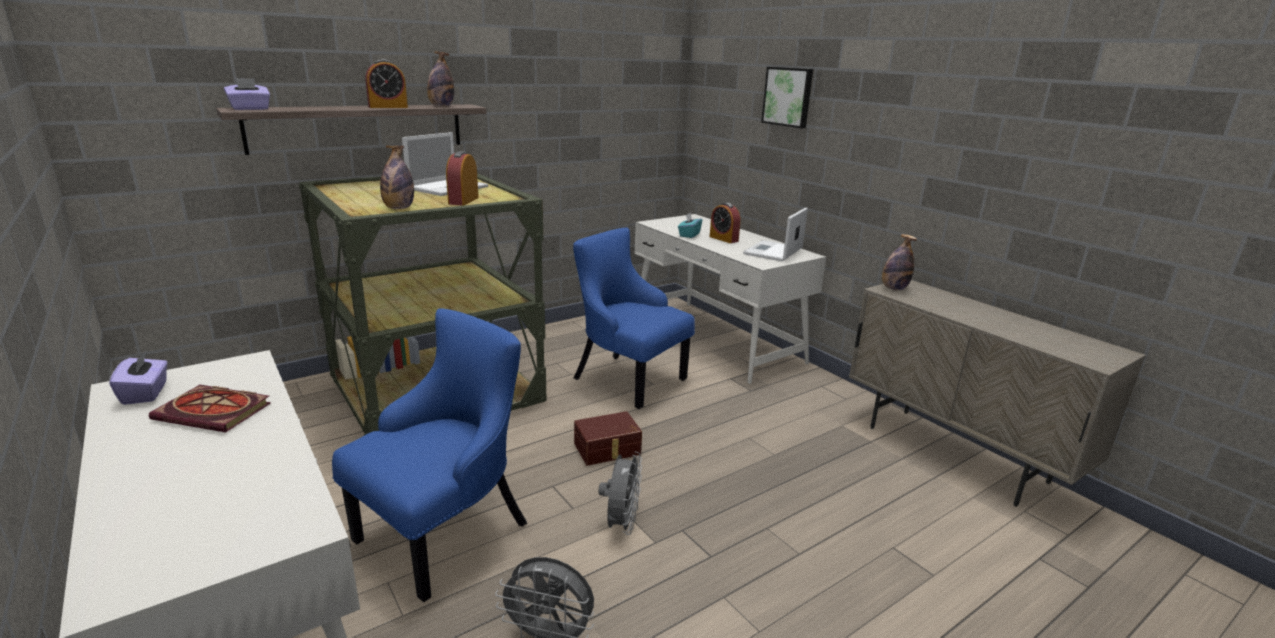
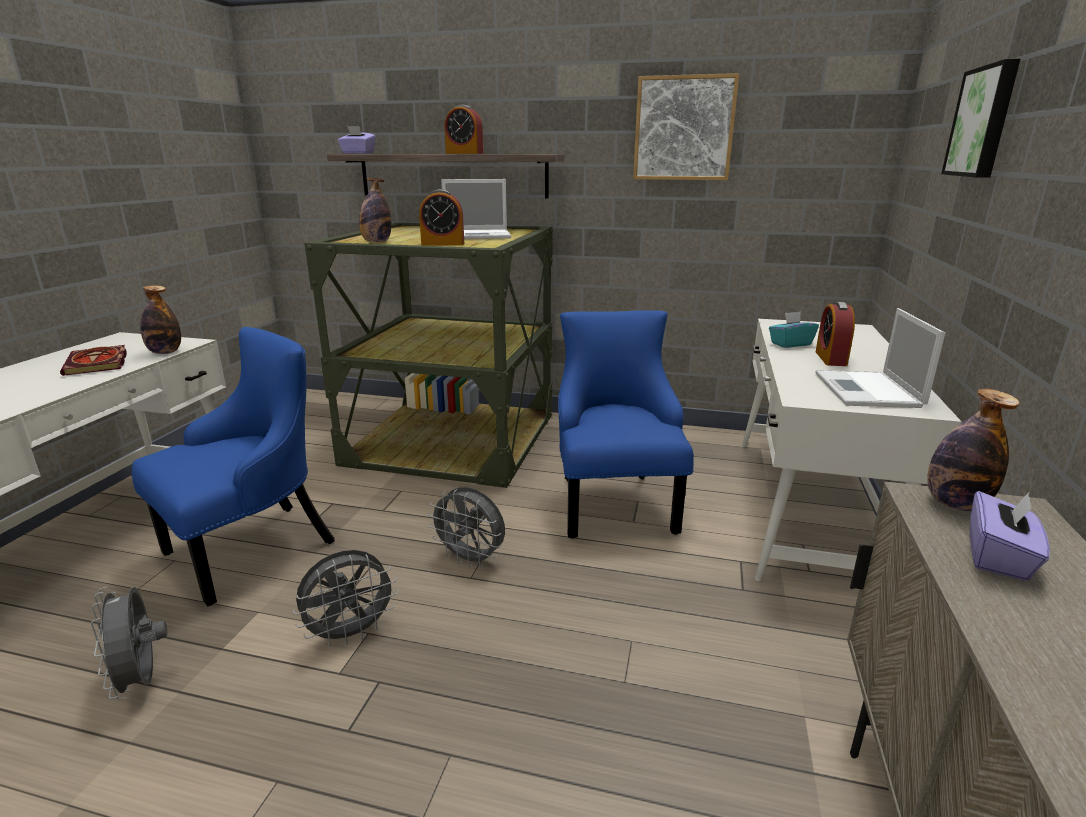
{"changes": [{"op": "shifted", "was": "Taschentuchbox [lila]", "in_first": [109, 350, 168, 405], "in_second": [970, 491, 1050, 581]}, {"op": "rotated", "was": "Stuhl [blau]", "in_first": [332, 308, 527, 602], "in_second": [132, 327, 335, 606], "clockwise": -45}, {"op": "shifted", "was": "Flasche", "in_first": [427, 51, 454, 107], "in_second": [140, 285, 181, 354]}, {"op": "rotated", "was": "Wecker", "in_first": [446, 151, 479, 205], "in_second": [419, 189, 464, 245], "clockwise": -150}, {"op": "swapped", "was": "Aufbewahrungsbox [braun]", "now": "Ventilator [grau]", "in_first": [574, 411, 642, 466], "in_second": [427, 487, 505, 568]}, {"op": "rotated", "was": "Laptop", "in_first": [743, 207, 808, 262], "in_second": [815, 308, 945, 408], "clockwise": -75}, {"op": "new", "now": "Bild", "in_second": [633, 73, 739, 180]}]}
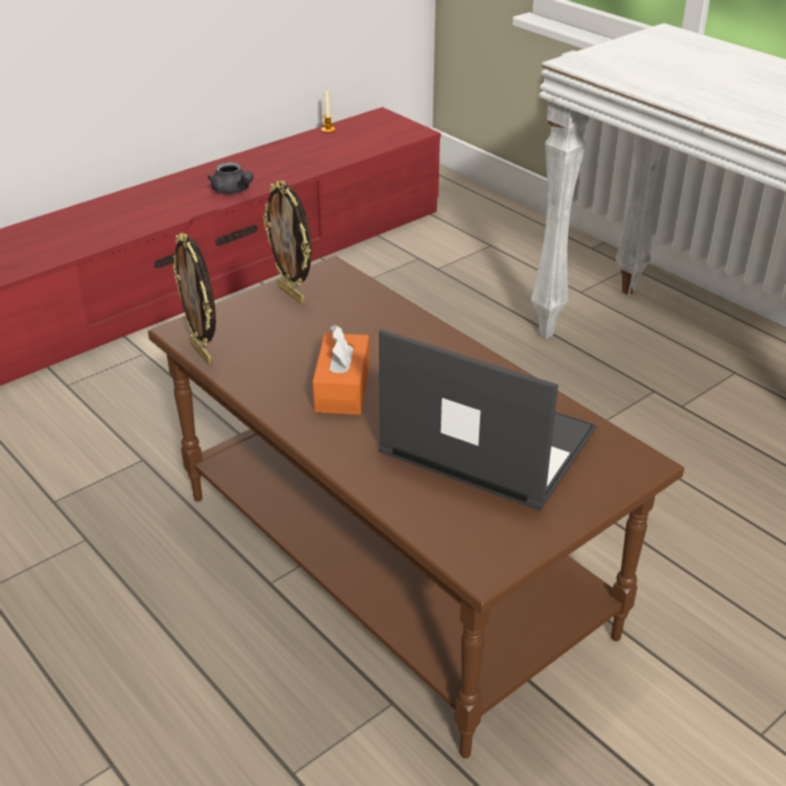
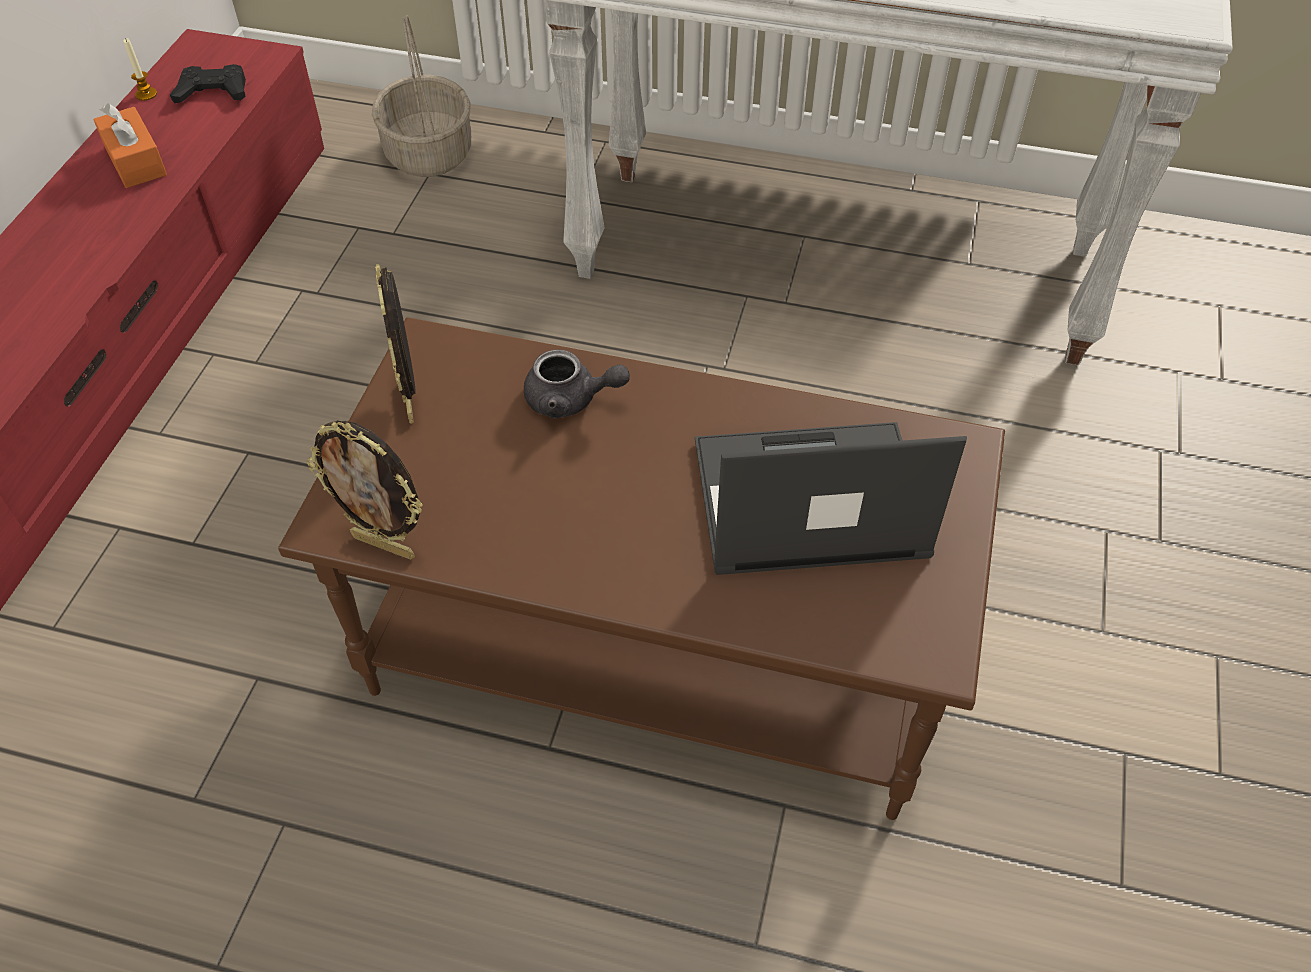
{"changes": [{"op": "shifted", "was": "Teekanne [grau]", "in_first": [208, 162, 253, 194], "in_second": [524, 350, 630, 418]}, {"op": "rotated", "was": "Bilderrahmen", "in_first": [263, 180, 312, 304], "in_second": [375, 264, 416, 424], "clockwise": 60}, {"op": "shifted", "was": "Taschentuchbox [orange]", "in_first": [313, 325, 370, 415], "in_second": [93, 103, 167, 188]}, {"op": "new", "now": "Gamepad [schwarz]", "in_second": [170, 64, 246, 103]}, {"op": "new", "now": "Korb", "in_second": [372, 15, 471, 177]}]}
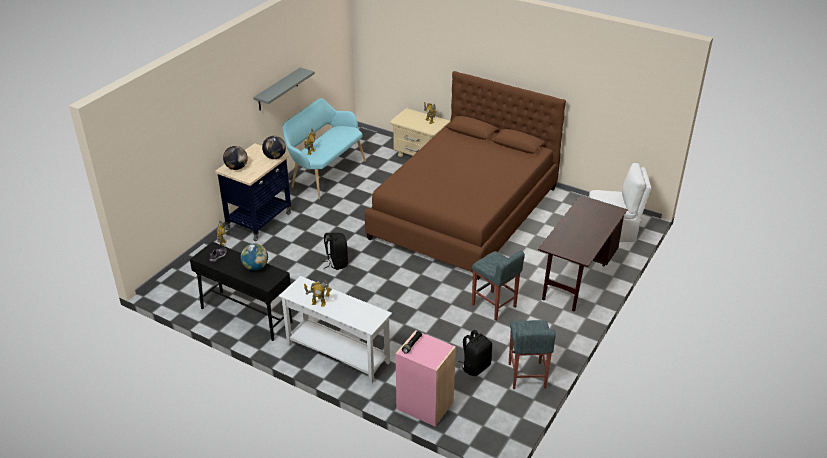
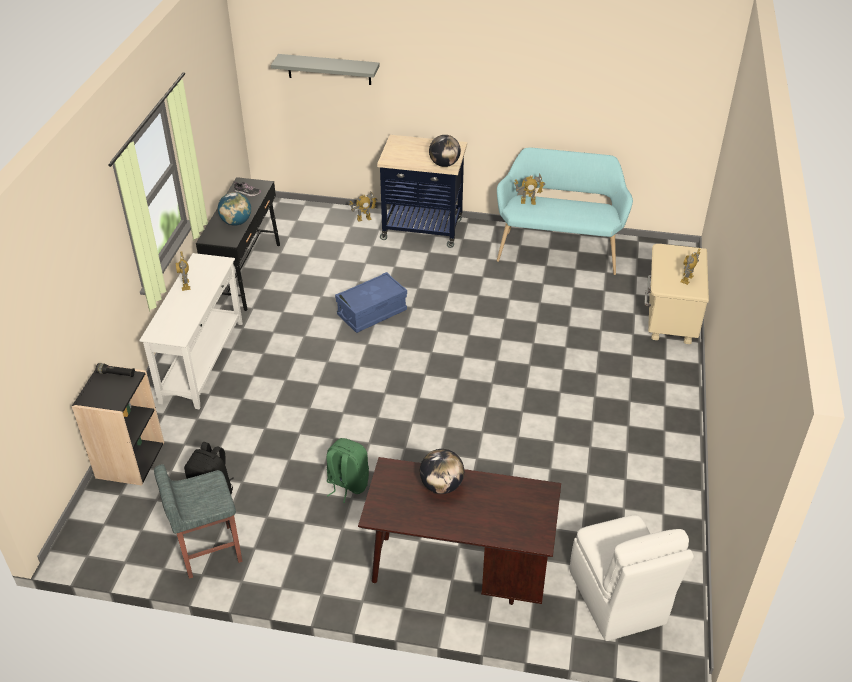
{"changes": [{"op": "shifted", "was": "Globus", "in_first": [223, 146, 248, 170], "in_second": [420, 449, 464, 494]}, {"op": "shifted", "was": "Wandregal [grau]", "in_first": [253, 68, 315, 111], "in_second": [271, 54, 380, 85]}, {"op": "swapped", "was": "Rucksack [schwarz]", "now": "Aufbewahrungsbox [blau]", "in_first": [321, 233, 348, 270], "in_second": [335, 272, 407, 333]}, {"op": "gone", "was": "Bett [braun]", "in_first": [365, 71, 566, 280]}, {"op": "repainted", "was": "Bücherregal [rosa]", "now": "Bücherregal [schwarz]", "in_first": [396, 330, 456, 427], "in_second": [72, 366, 164, 486]}, {"op": "swapped", "was": "Hocker [grau]", "now": "Rucksack [grün]", "in_first": [472, 251, 525, 321], "in_second": [327, 438, 369, 503]}]}
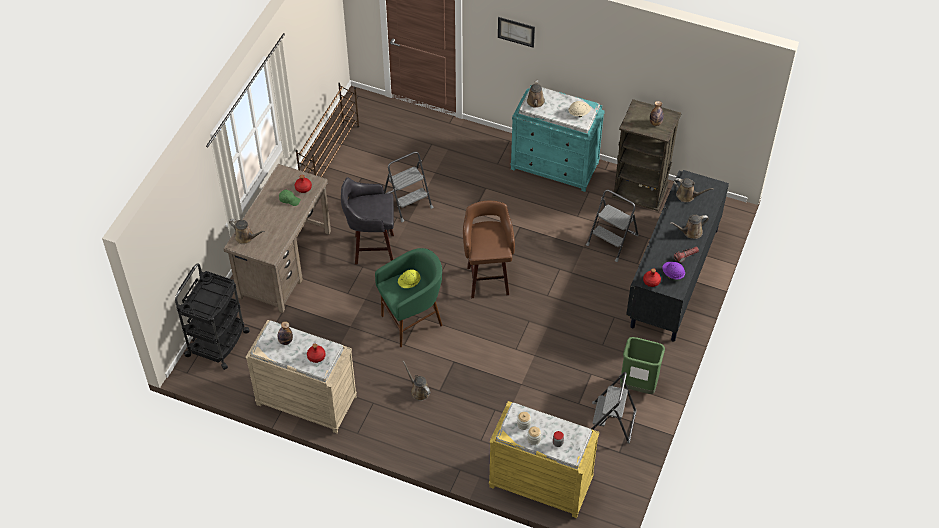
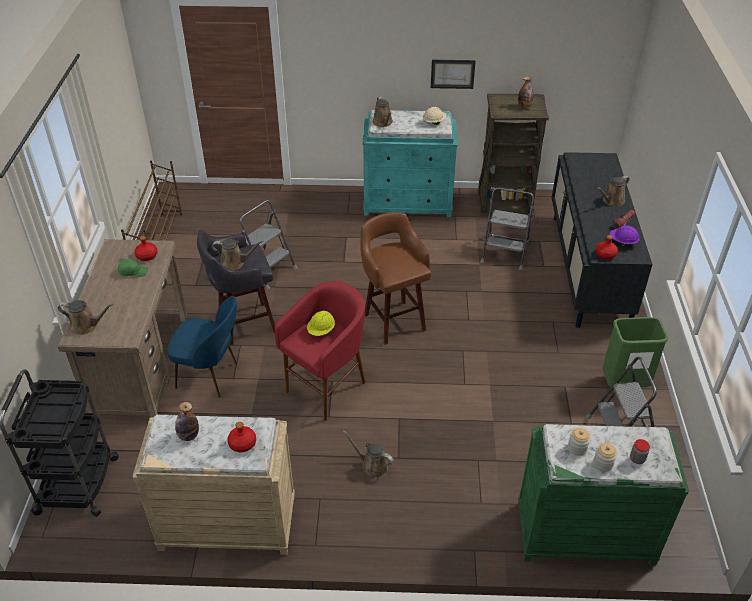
{"changes": [{"op": "repainted", "was": "Hocker [grün]", "now": "Hocker [rot]", "in_first": [375, 248, 442, 347], "in_second": [274, 281, 365, 421]}, {"op": "repainted", "was": "Kommode [gelb]", "now": "Kommode [grün]", "in_first": [489, 401, 599, 518], "in_second": [518, 424, 689, 565]}, {"op": "shifted", "was": "Bild", "in_first": [498, 17, 535, 48], "in_second": [431, 60, 476, 89]}, {"op": "shifted", "was": "Gießkanne [braun]", "in_first": [673, 178, 714, 202], "in_second": [212, 239, 263, 270]}, {"op": "new", "now": "Stuhl [blau]", "in_second": [167, 296, 237, 397]}]}
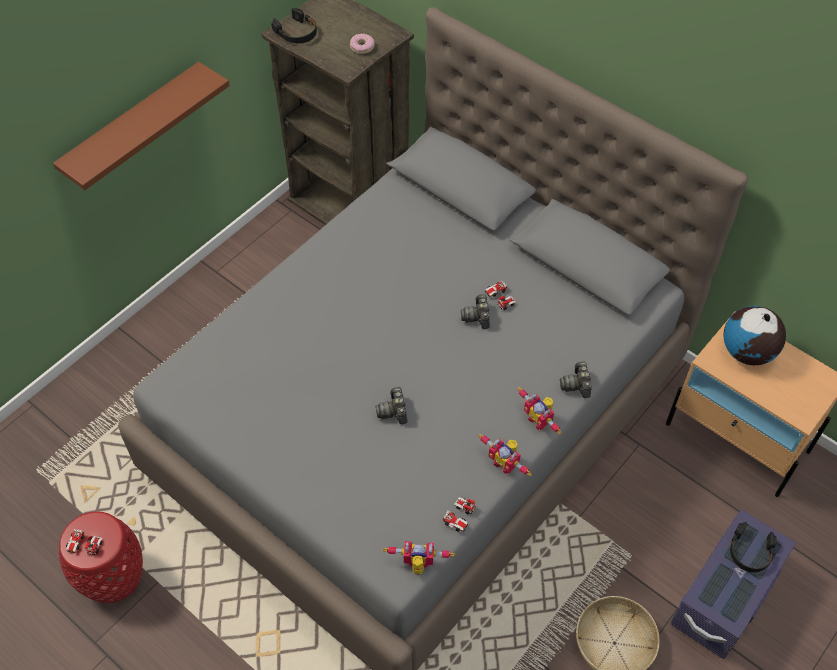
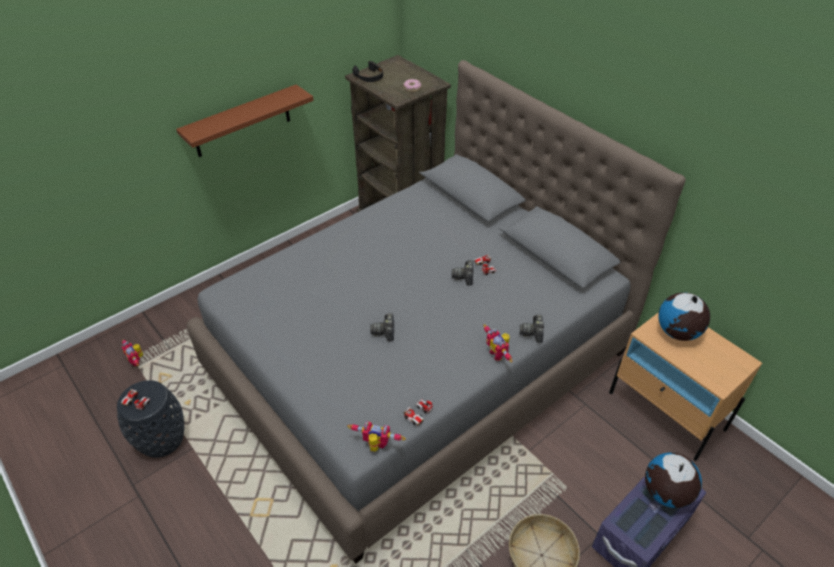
{"changes": [{"op": "repainted", "was": "Hocker [rot]", "now": "Hocker [schwarz]", "in_first": [59, 511, 143, 603], "in_second": [117, 380, 184, 458]}, {"op": "shifted", "was": "Spielzeugroboter", "in_first": [478, 434, 532, 476], "in_second": [122, 339, 143, 366]}, {"op": "swapped", "was": "Kopfhörer [schwarz]", "now": "Globus", "in_first": [730, 522, 777, 573], "in_second": [645, 452, 702, 508]}]}
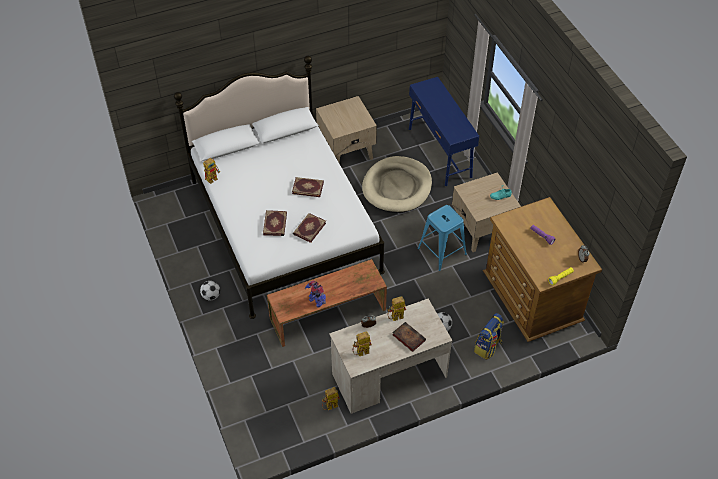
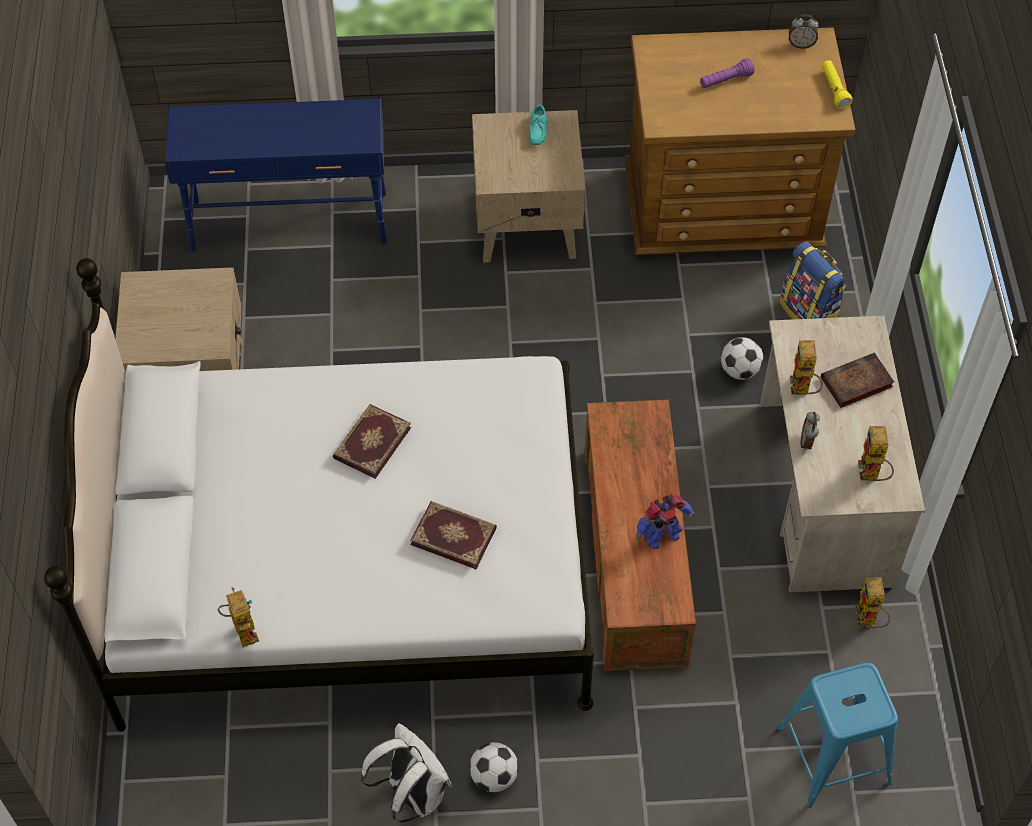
{"changes": [{"op": "gone", "was": "Buch", "in_first": [293, 213, 326, 243]}, {"op": "gone", "was": "Hundebett [beige]", "in_first": [362, 156, 432, 213]}, {"op": "shifted", "was": "Hocker [blau]", "in_first": [418, 205, 467, 271], "in_second": [776, 663, 898, 808]}, {"op": "new", "now": "Rucksack [weiß]", "in_second": [361, 723, 452, 823]}]}
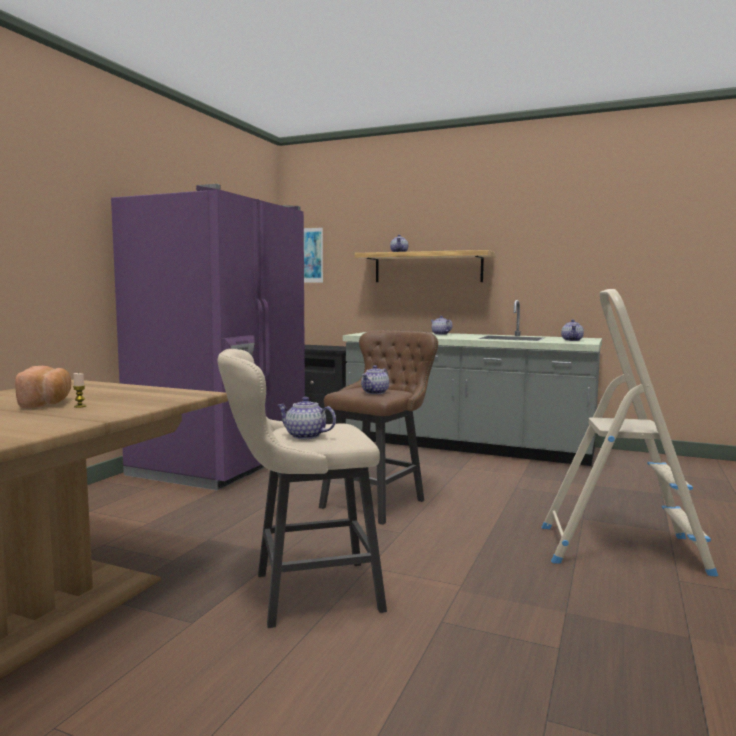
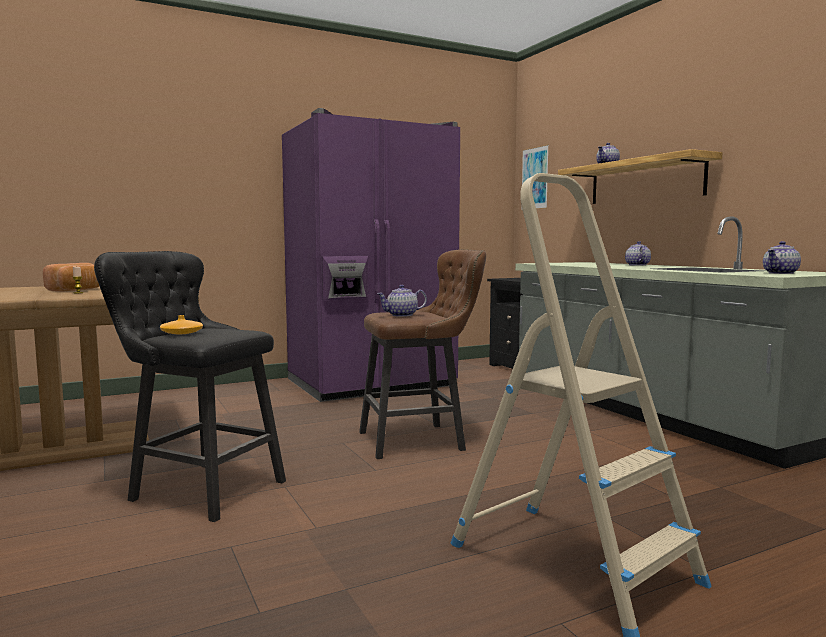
{"changes": [{"op": "repainted", "was": "Hocker [beige]", "now": "Hocker [schwarz]", "in_first": [218, 349, 387, 628], "in_second": [94, 251, 286, 522]}, {"op": "swapped", "was": "Teekanne", "now": "Vase [orange]", "in_first": [277, 397, 336, 439], "in_second": [160, 315, 203, 334]}]}
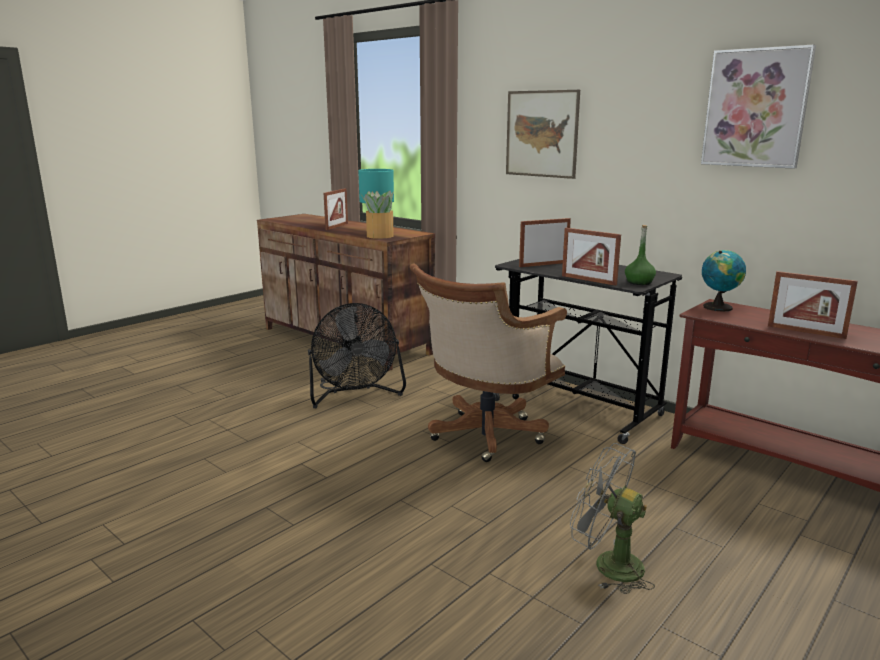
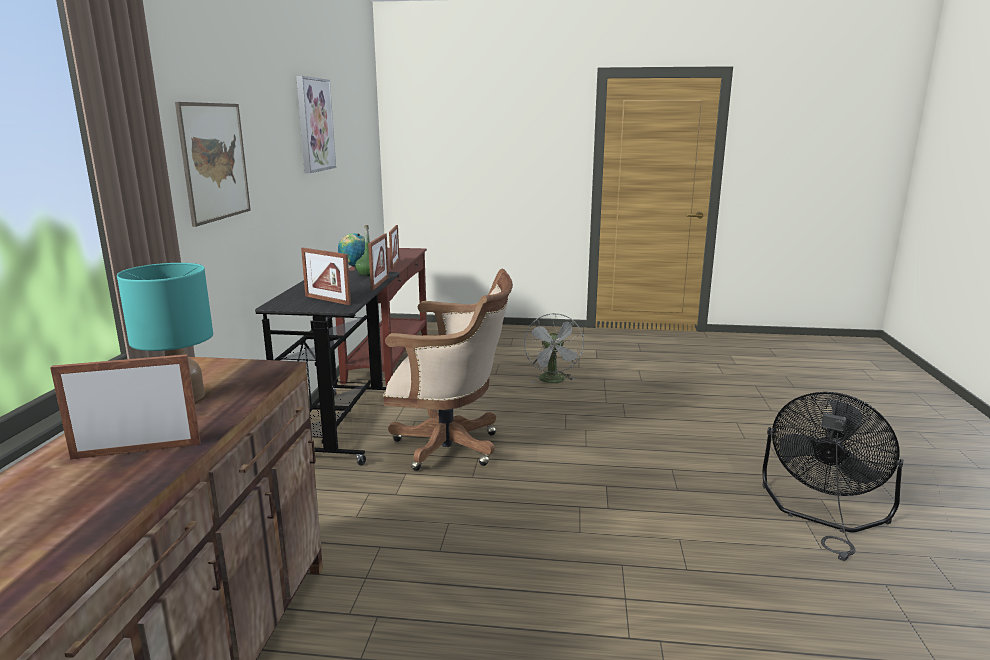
{"changes": [{"op": "shifted", "was": "Ventilator [schwarz]", "in_first": [308, 303, 406, 408], "in_second": [762, 392, 904, 561]}, {"op": "gone", "was": "Topfpflanze", "in_first": [360, 191, 394, 239]}]}
